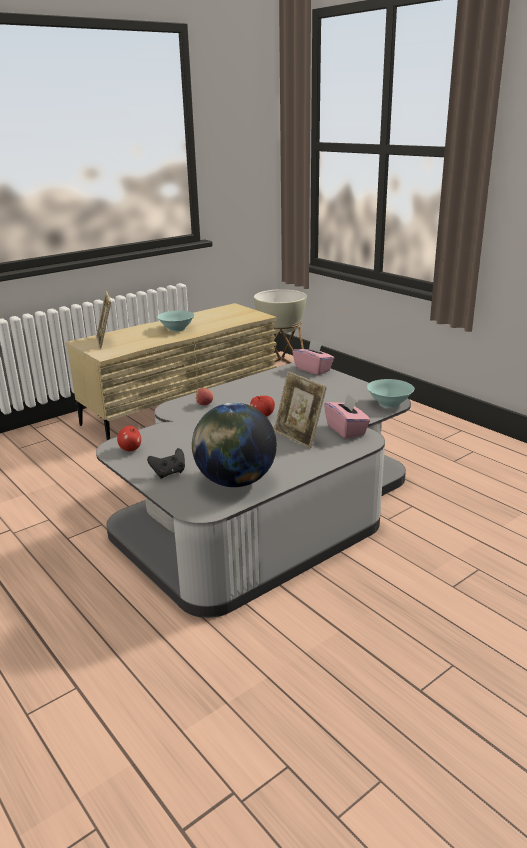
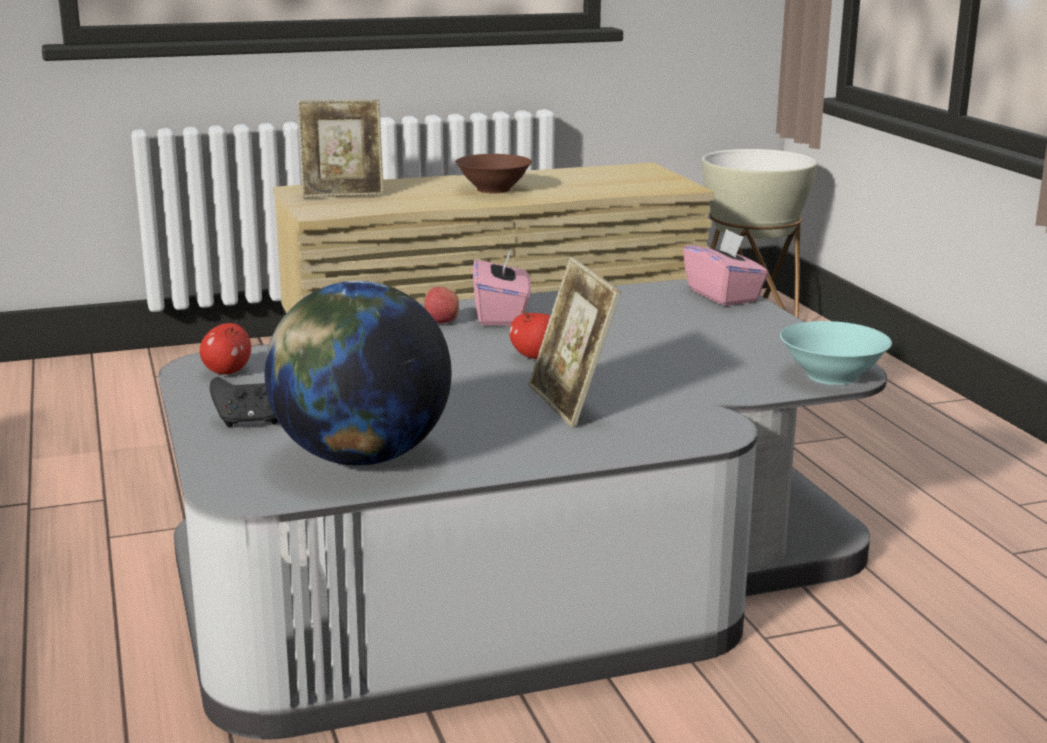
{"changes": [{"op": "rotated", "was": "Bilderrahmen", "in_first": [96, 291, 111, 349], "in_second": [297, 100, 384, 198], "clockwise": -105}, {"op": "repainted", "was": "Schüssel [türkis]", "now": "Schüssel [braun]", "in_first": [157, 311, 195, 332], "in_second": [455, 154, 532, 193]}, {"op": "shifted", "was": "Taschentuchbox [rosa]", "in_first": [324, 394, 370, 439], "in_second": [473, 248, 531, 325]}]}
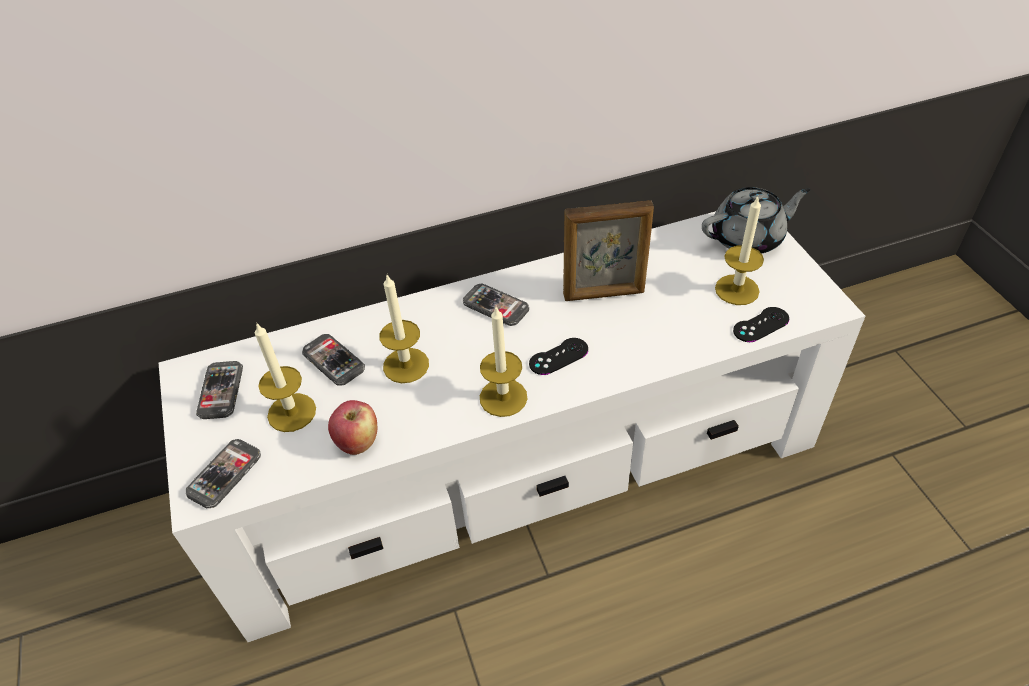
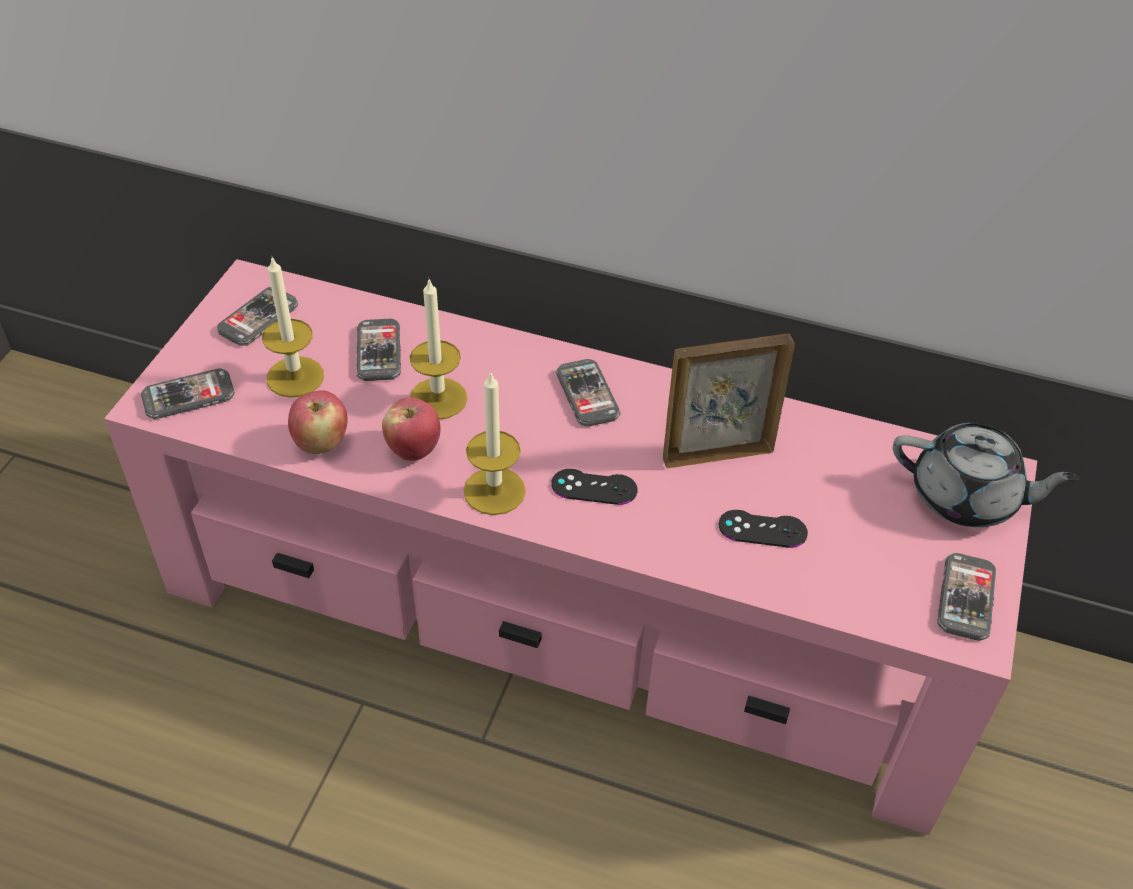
{"changes": [{"op": "repainted", "was": "Fernsehschrank [weiß]", "now": "Fernsehschrank [rosa]", "in_first": [159, 211, 865, 642], "in_second": [104, 259, 1037, 835]}, {"op": "rotated", "was": "Bilderrahmen", "in_first": [563, 200, 654, 301], "in_second": [663, 334, 795, 469], "clockwise": 135}, {"op": "gone", "was": "Kerze", "in_first": [715, 197, 764, 305]}, {"op": "shifted", "was": "Gamepad [schwarz]", "in_first": [733, 307, 789, 342], "in_second": [719, 510, 808, 548]}, {"op": "new", "now": "Apfel", "in_second": [382, 397, 441, 461]}, {"op": "new", "now": "Handy", "in_second": [938, 553, 996, 641]}]}
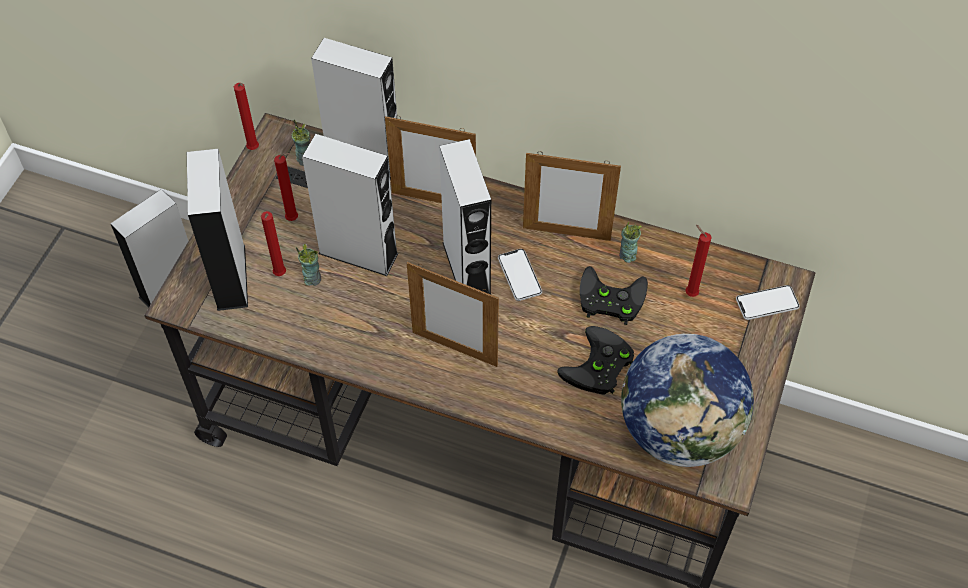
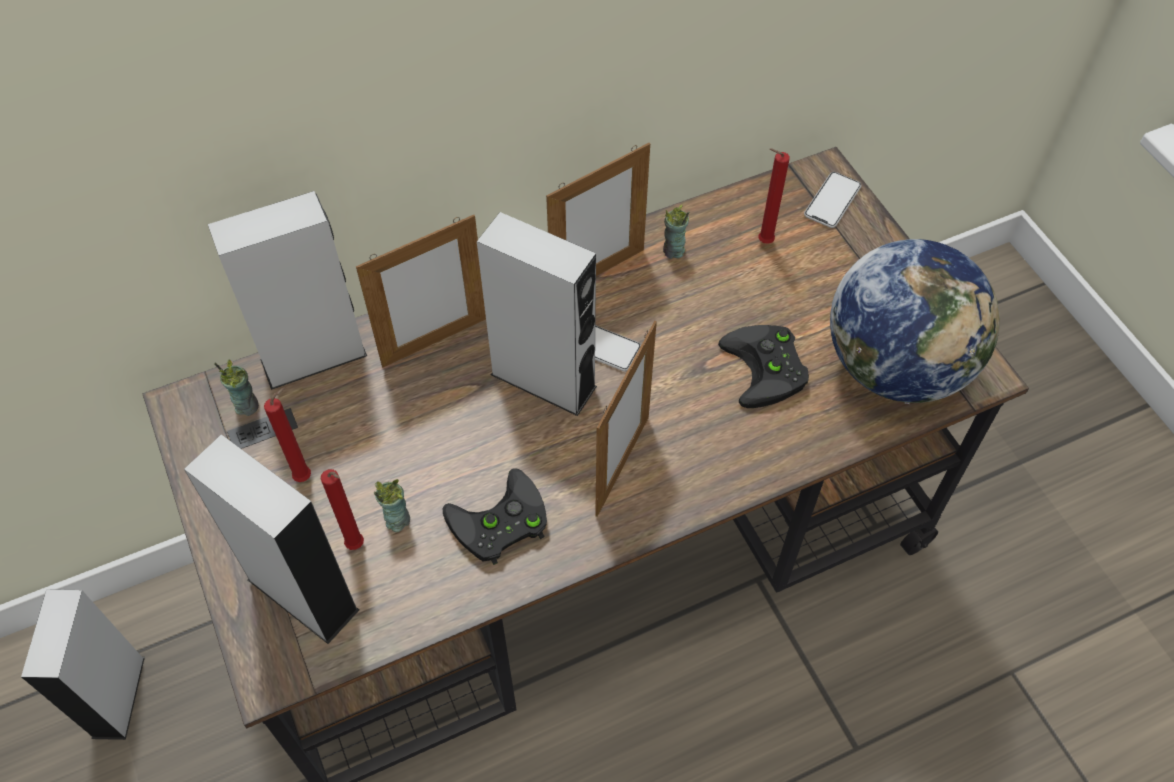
{"changes": [{"op": "gone", "was": "Kerze [rot]", "in_first": [234, 83, 259, 150]}, {"op": "gone", "was": "Lautsprecher [grau]", "in_first": [302, 134, 399, 276]}, {"op": "rotated", "was": "Bilderrahmen", "in_first": [407, 262, 499, 367], "in_second": [595, 321, 657, 517], "clockwise": -45}, {"op": "shifted", "was": "Gamepad [schwarz]", "in_first": [580, 266, 648, 325], "in_second": [443, 468, 547, 565]}]}
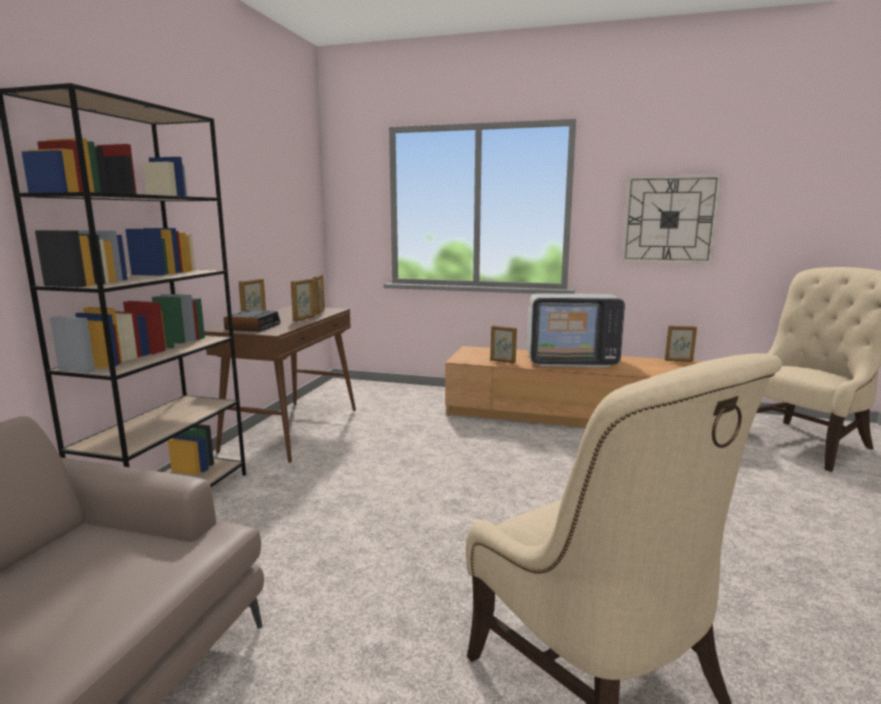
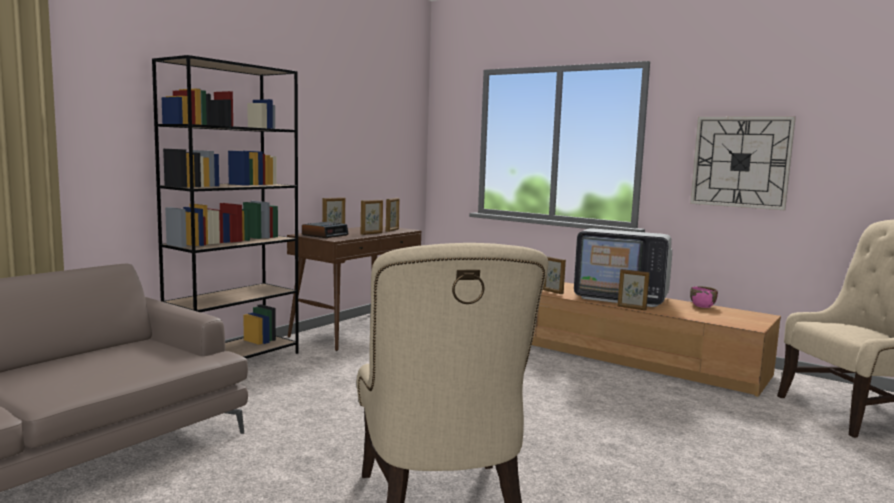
{"changes": [{"op": "shifted", "was": "Bilderrahmen", "in_first": [665, 326, 697, 362], "in_second": [618, 269, 650, 310]}, {"op": "new", "now": "Schüssel [rosa]", "in_second": [690, 286, 718, 308]}]}
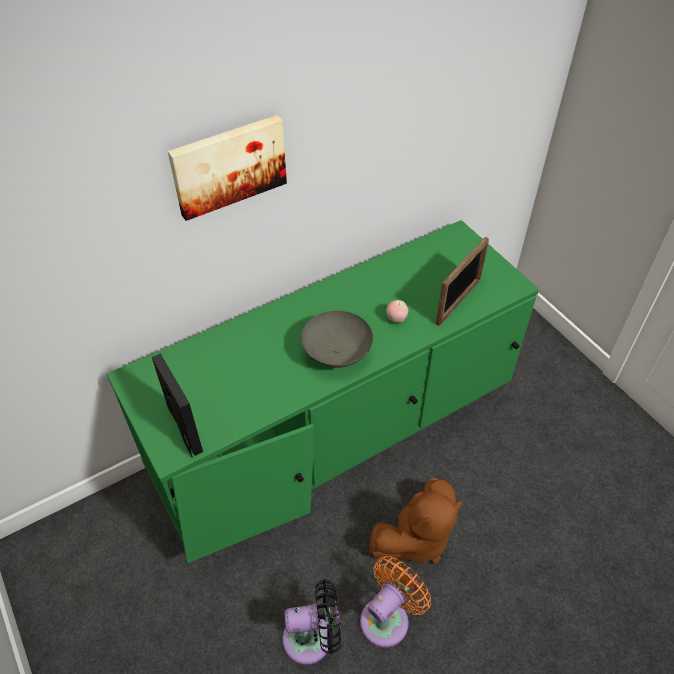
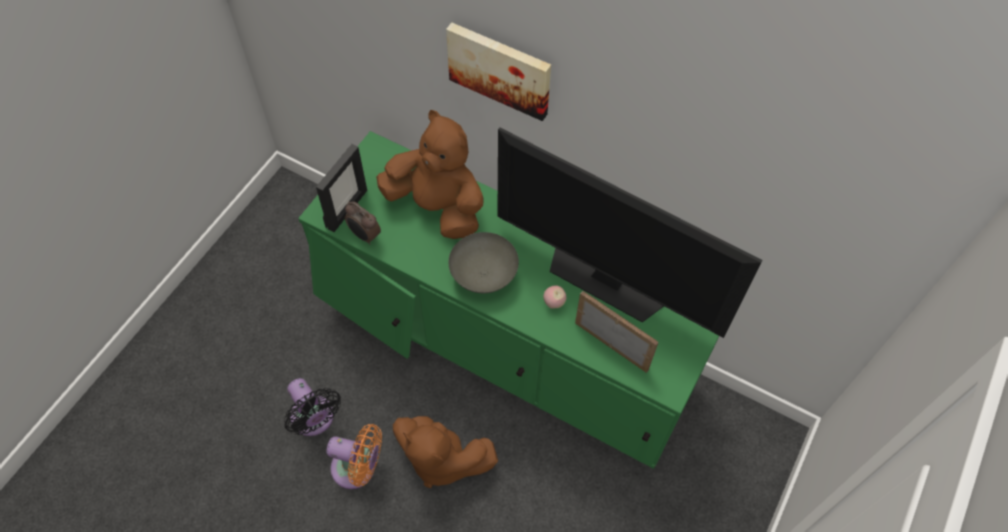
{"changes": [{"op": "rotated", "was": "Bilderrahmen", "in_first": [436, 237, 489, 326], "in_second": [575, 291, 658, 373], "clockwise": -150}, {"op": "new", "now": "Wecker", "in_second": [345, 202, 381, 245]}, {"op": "new", "now": "Plüschtier [braun]", "in_second": [376, 110, 484, 239]}, {"op": "new", "now": "Fernseher", "in_second": [497, 128, 763, 338]}]}
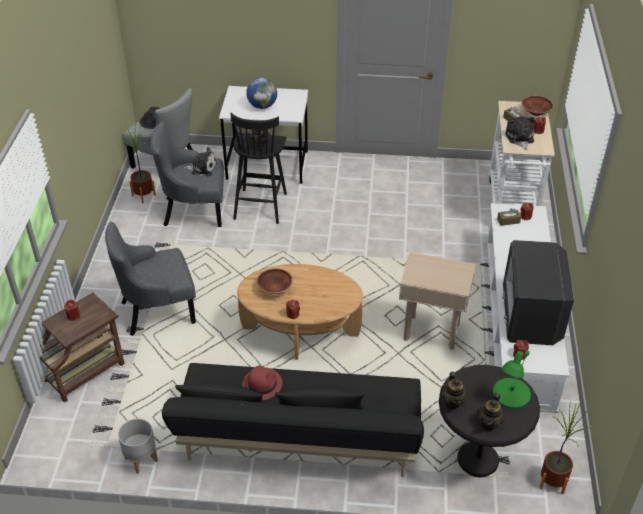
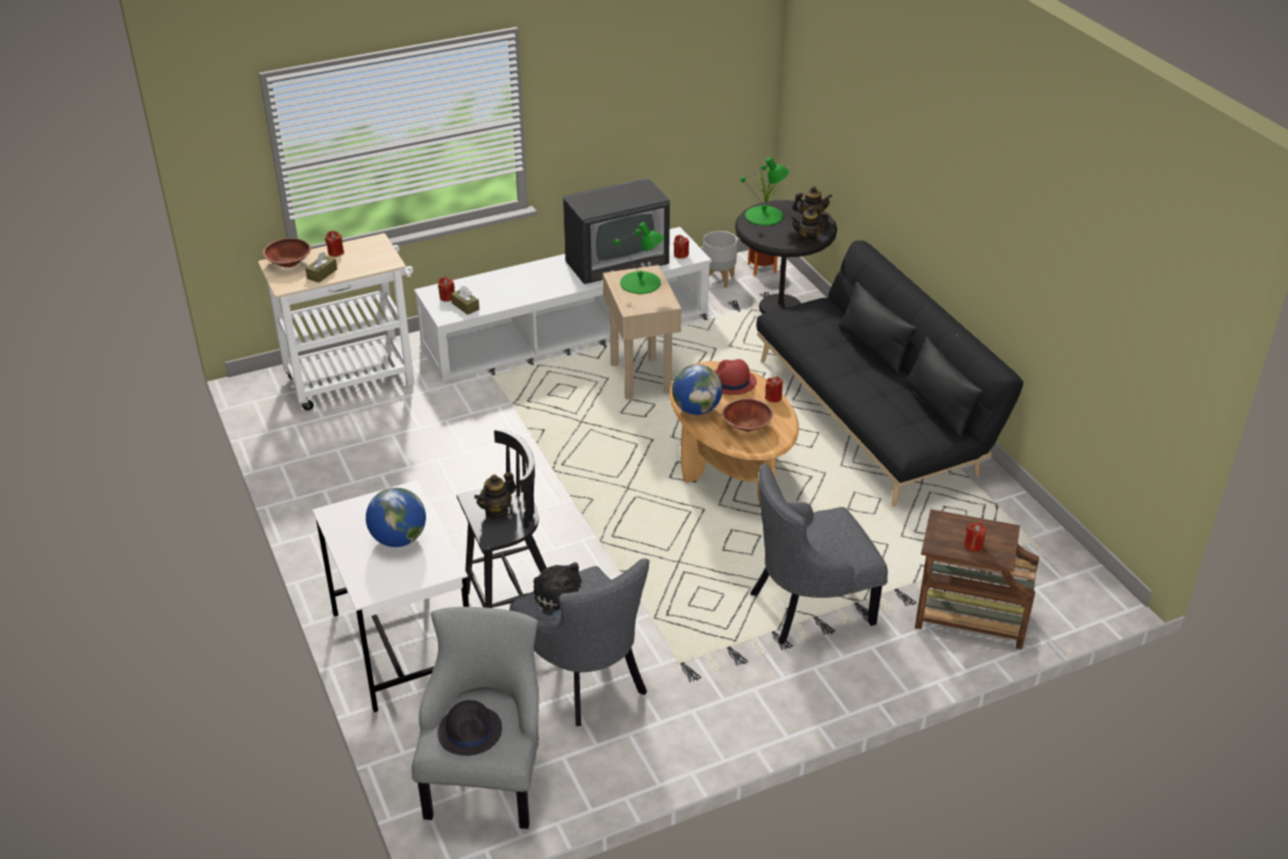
{"changes": [{"op": "rotated", "was": "Sessel [grau]", "in_first": [105, 221, 196, 336], "in_second": [750, 464, 888, 644], "clockwise": 120}, {"op": "shifted", "was": "Pflanzkübel [grau]", "in_first": [118, 418, 158, 474], "in_second": [703, 231, 737, 288]}, {"op": "gone", "was": "Topfpflanze", "in_first": [121, 123, 156, 203]}, {"op": "shifted", "was": "Hut [rot]", "in_first": [242, 366, 282, 400], "in_second": [714, 359, 757, 395]}, {"op": "rotated", "was": "Teekanne", "in_first": [441, 372, 468, 409], "in_second": [791, 207, 830, 244], "clockwise": -150}, {"op": "gone", "was": "Plüschtier", "in_first": [505, 116, 535, 150]}, {"op": "new", "now": "Tischlampe [grün]", "in_second": [614, 222, 664, 294]}, {"op": "new", "now": "Globus", "in_second": [672, 364, 722, 415]}]}
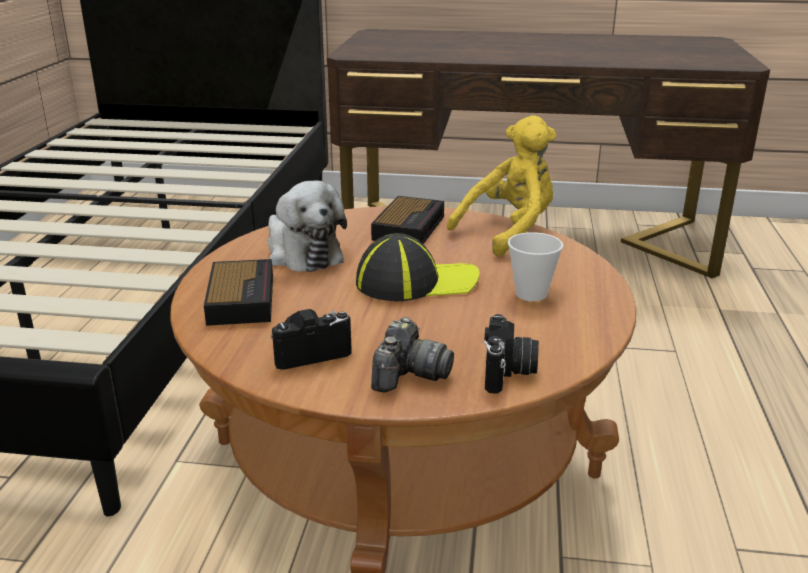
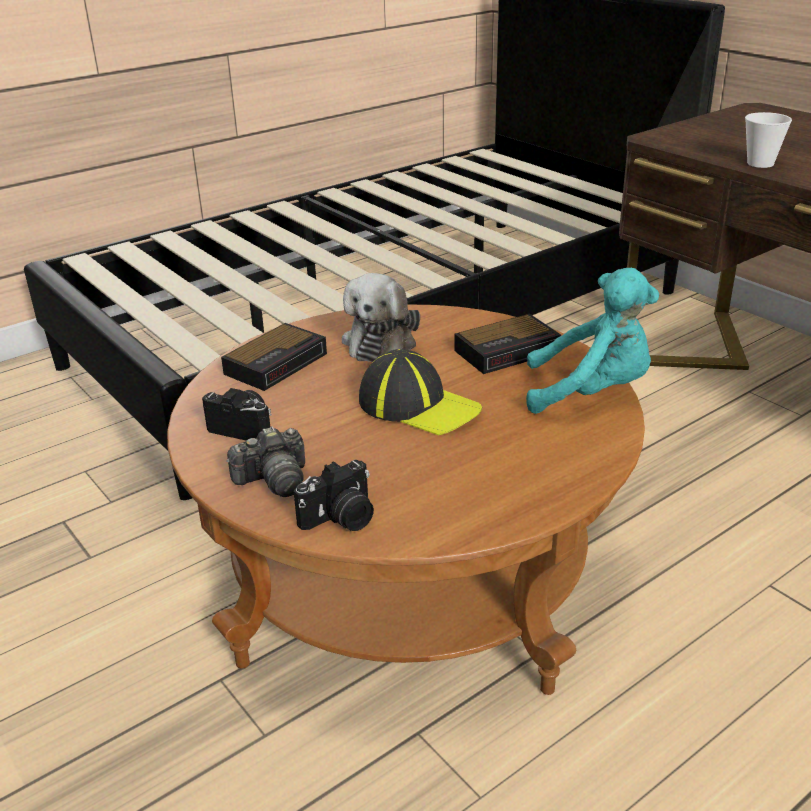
{"changes": [{"op": "repainted", "was": "Plüschtier [gelb]", "now": "Plüschtier [türkis]", "in_first": [447, 115, 556, 257], "in_second": [526, 268, 659, 414]}, {"op": "shifted", "was": "Tasse", "in_first": [508, 232, 563, 301], "in_second": [745, 112, 792, 168]}]}
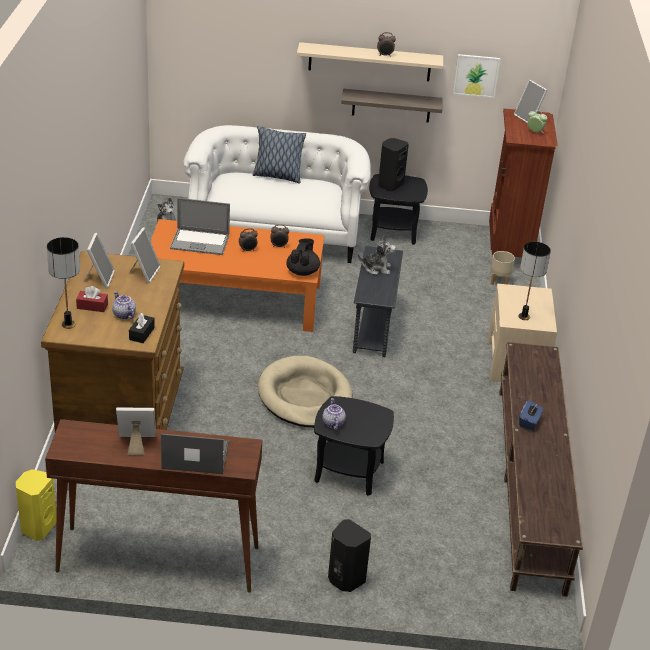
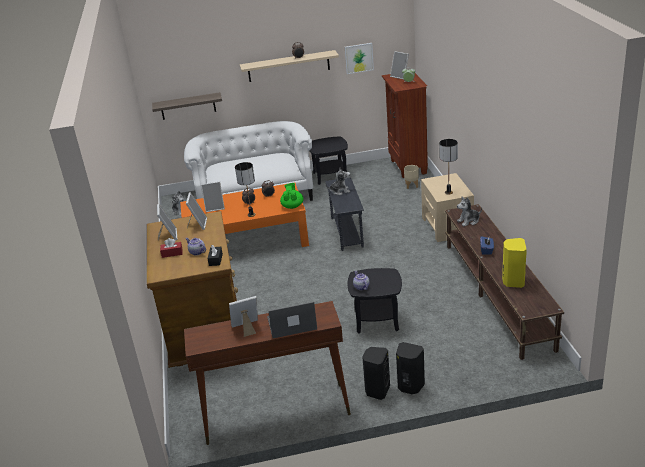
{"changes": [{"op": "shifted", "was": "Lautsprecher [gelb]", "in_first": [16, 469, 56, 541], "in_second": [502, 238, 527, 288]}, {"op": "shifted", "was": "Tischlampe", "in_first": [47, 237, 80, 329], "in_second": [235, 162, 256, 217]}, {"op": "swapped", "was": "Laptop", "now": "Bilderrahmen", "in_first": [170, 198, 230, 255], "in_second": [201, 181, 225, 212]}, {"op": "gone", "was": "Kissen", "in_first": [253, 126, 306, 184]}, {"op": "gone", "was": "Hundebett [beige]", "in_first": [258, 356, 353, 428]}, {"op": "repainted", "was": "Teekanne [schwarz]", "now": "Teekanne [grün]", "in_first": [287, 238, 320, 276], "in_second": [280, 183, 304, 209]}, {"op": "shifted", "was": "Wandregal", "in_first": [341, 89, 442, 123], "in_second": [152, 92, 222, 120]}, {"op": "shifted", "was": "Lautsprecher [schwarz]", "in_first": [378, 138, 409, 191], "in_second": [362, 347, 390, 400]}, {"op": "new", "now": "Plüschtier", "in_second": [457, 197, 482, 227]}]}
